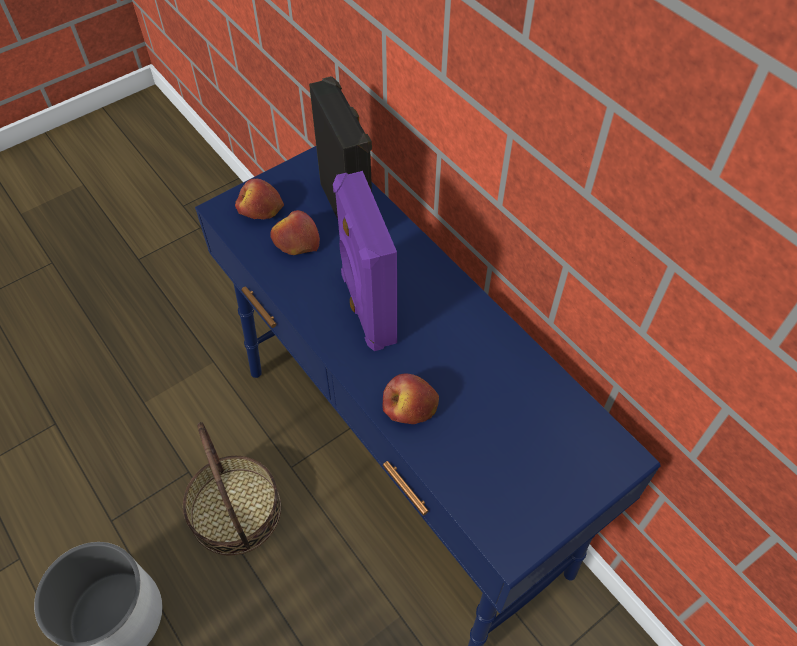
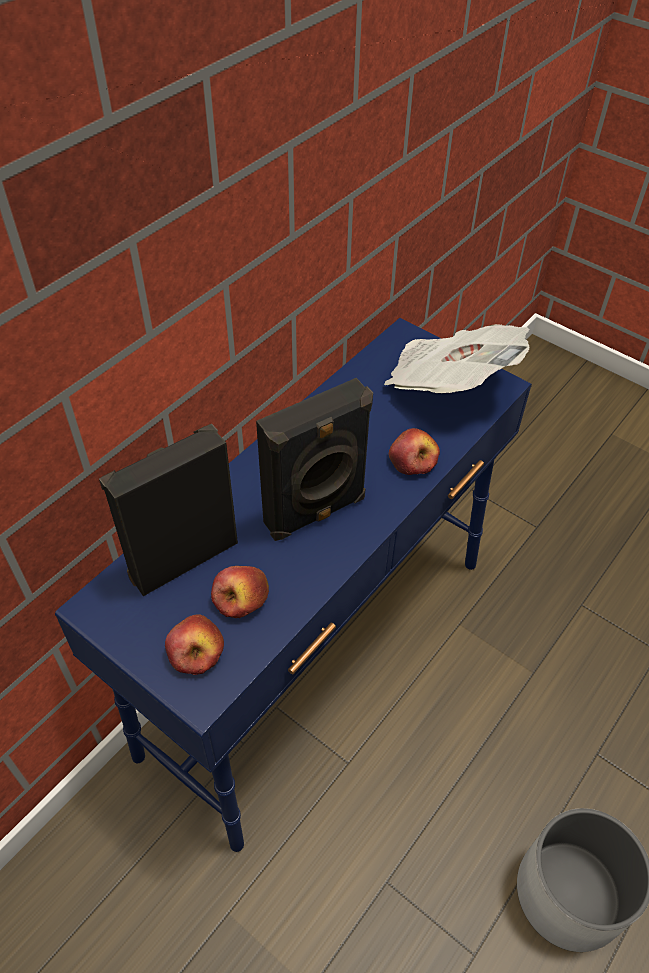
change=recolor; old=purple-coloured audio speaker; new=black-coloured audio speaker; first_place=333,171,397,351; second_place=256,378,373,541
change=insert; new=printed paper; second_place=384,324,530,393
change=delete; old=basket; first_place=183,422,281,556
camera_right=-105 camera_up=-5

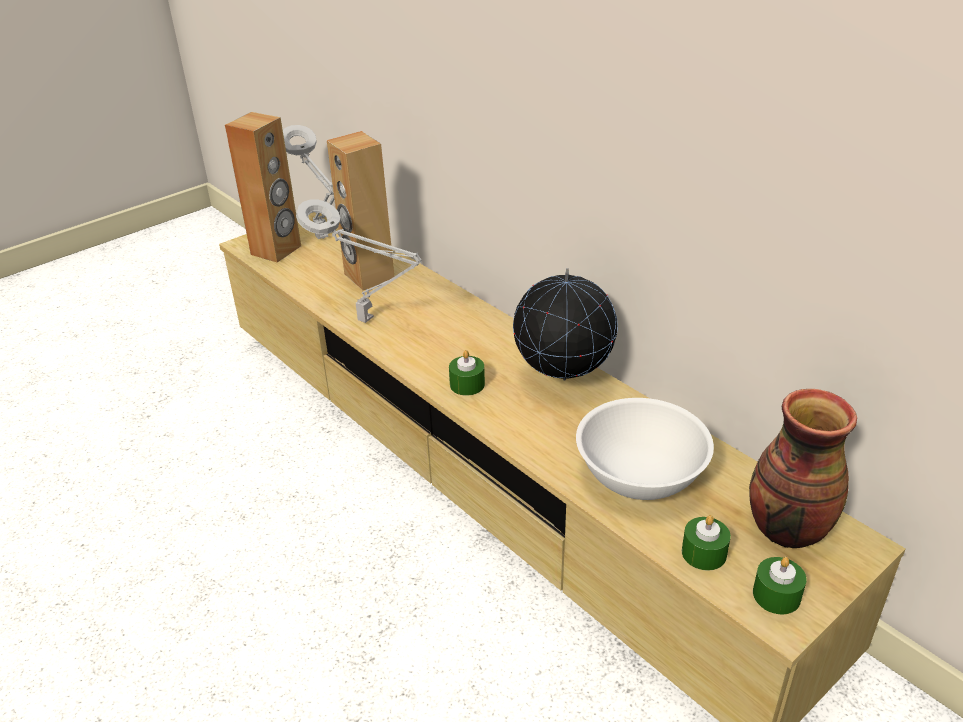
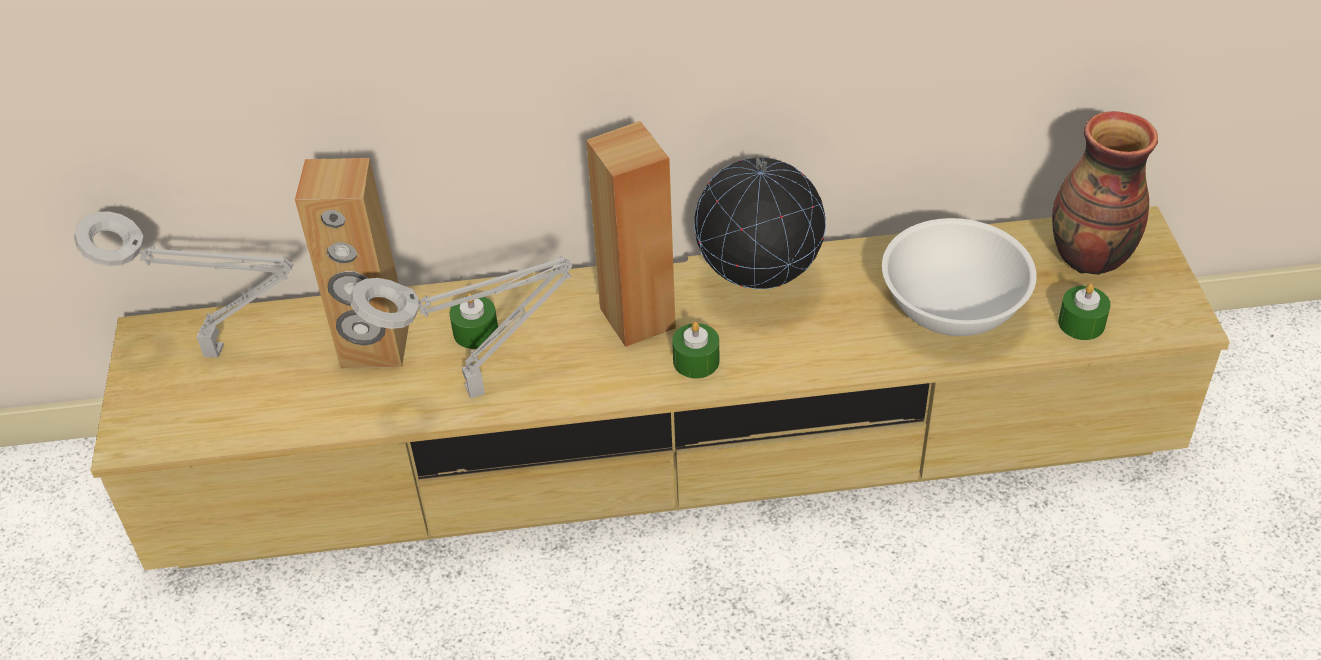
change=move; old=greenish candle; first_place=753,557,807,614; second_place=449,293,498,349
change=move; old=brownish audio speaker; first_place=225,112,301,262; second_place=586,121,676,347
camera_right=-55 camera_up=10

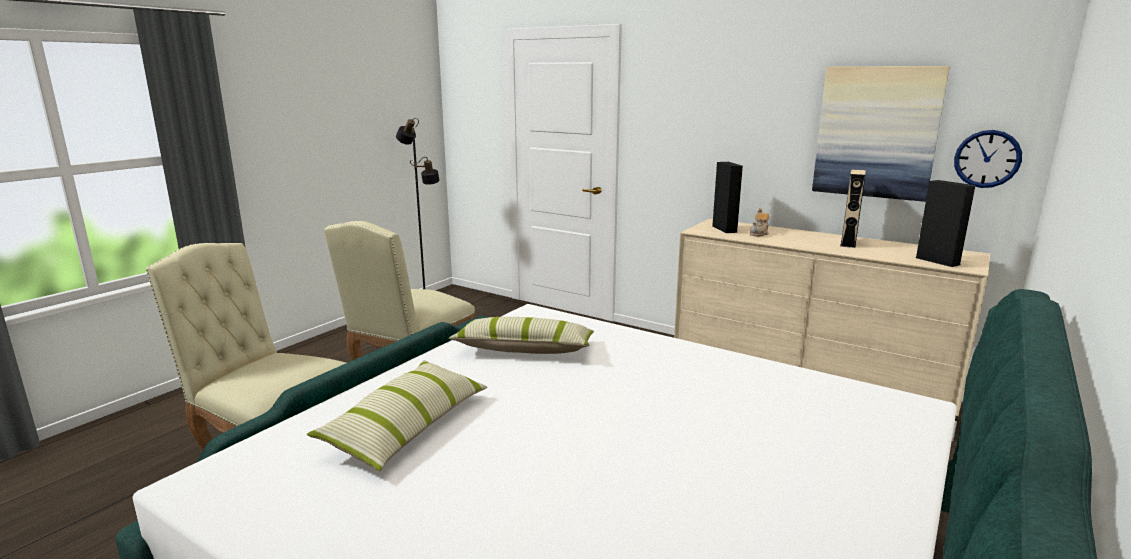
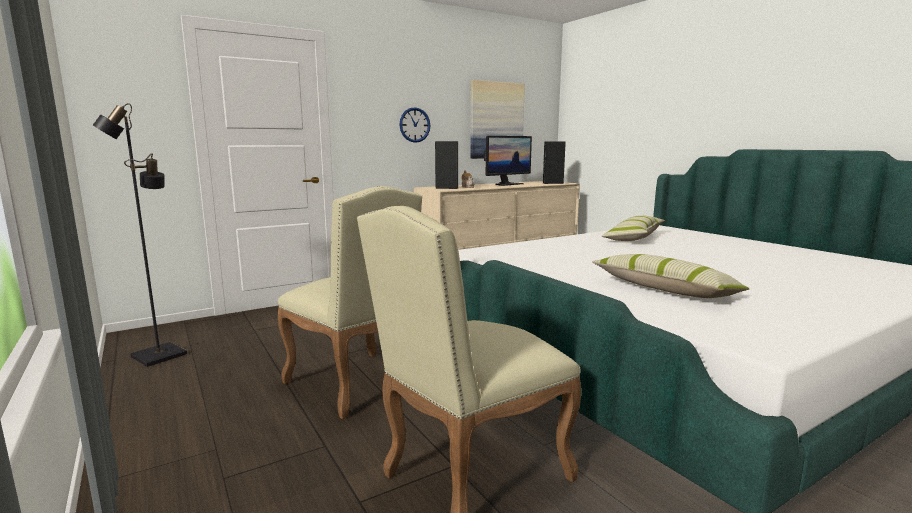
change=move; old=clock on the wall; first_place=954,130,1022,188; second_place=399,107,431,143
change=replace; old=sand-coloured audio speaker; new=computer display; first_place=840,169,866,248; second_place=484,136,532,186
change=move; old=pillow; first_place=449,317,594,354; second_place=601,215,665,241
camera_right=-65 camera_up=-5

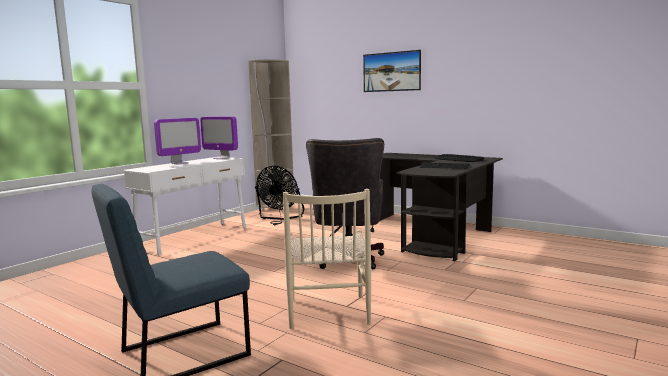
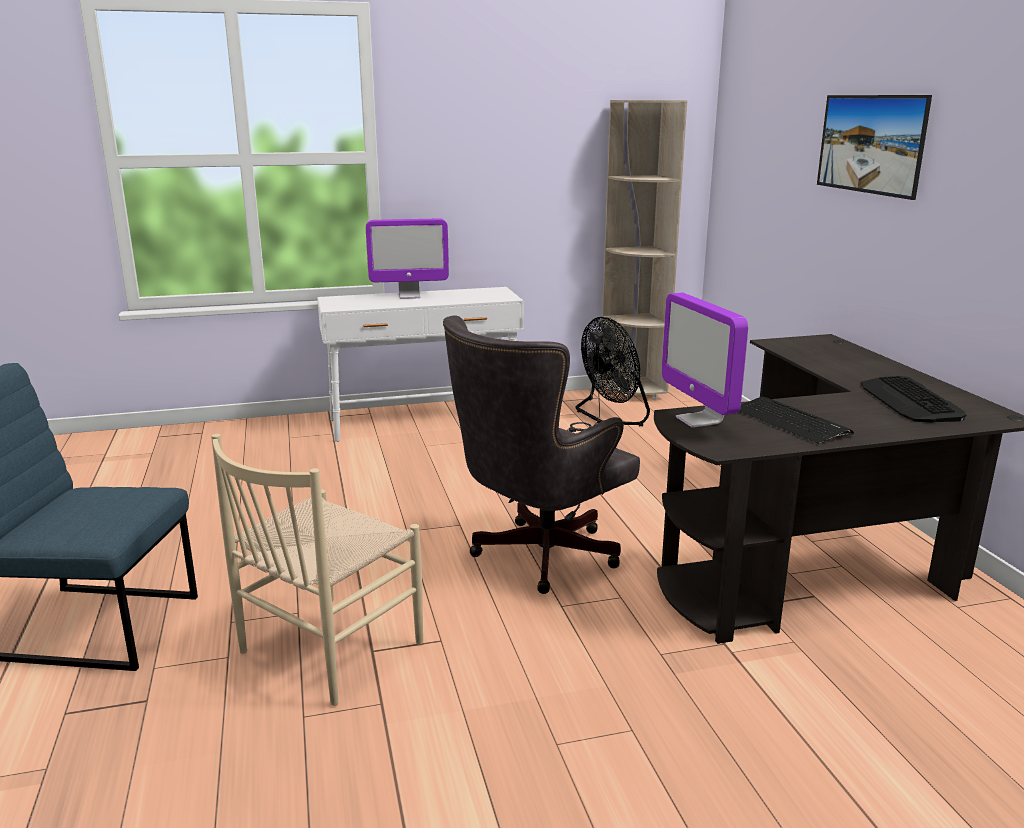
change=move; old=computer display; first_place=200,116,238,159; second_place=662,292,748,428
camera_right=40 camera_up=10

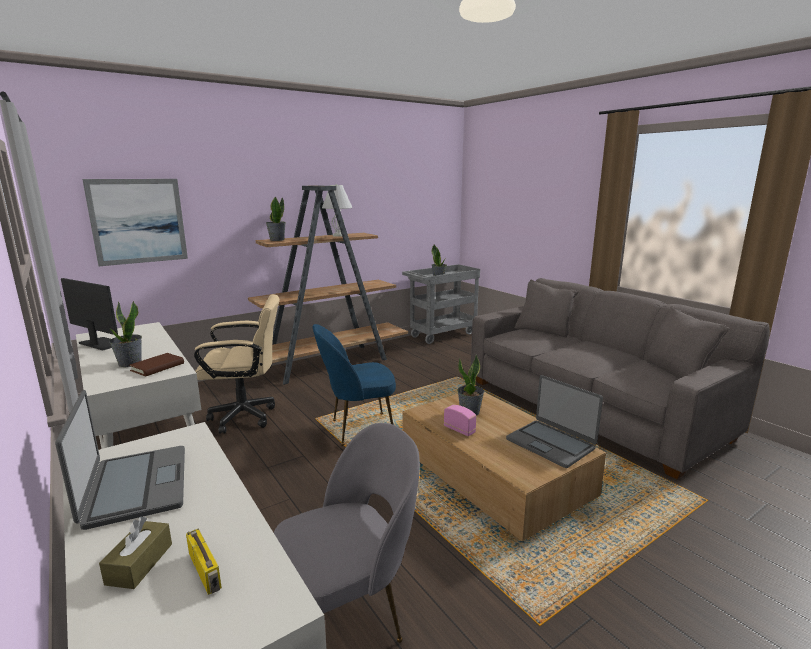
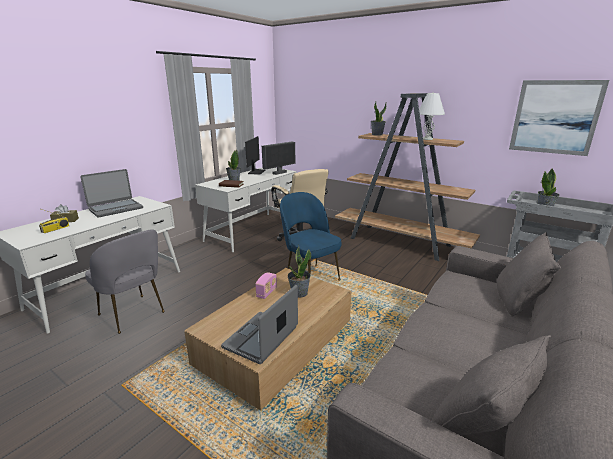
change=insert; new=computer display; second_place=262,142,295,175
change=move; old=picture; first_place=82,179,188,266; second_place=509,80,609,156
camera_right=70 camera_up=5

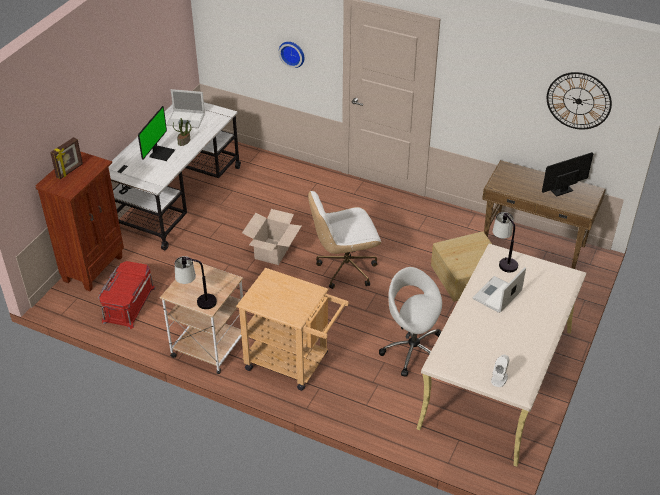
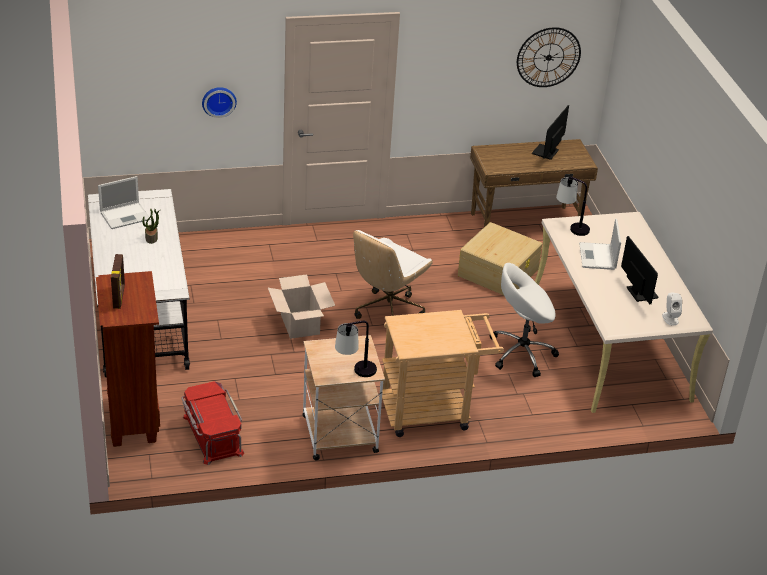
change=move; old=computer display; first_place=138,106,175,161; second_place=621,236,659,304
camera_right=-40 camera_up=-5

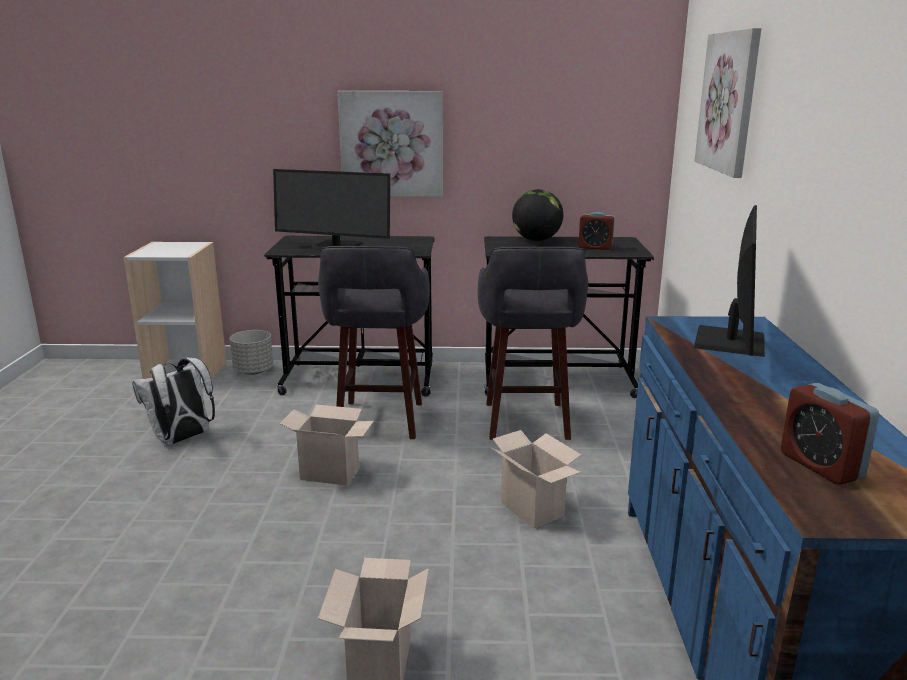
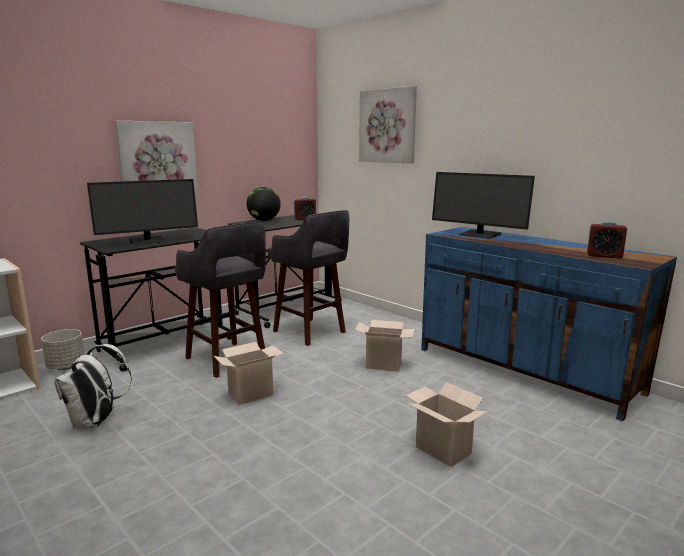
change=rotate; old=computer display; first_place=694,205,765,357; second_place=432,172,535,239; degrees=150
camera_right=-45 camera_up=-5

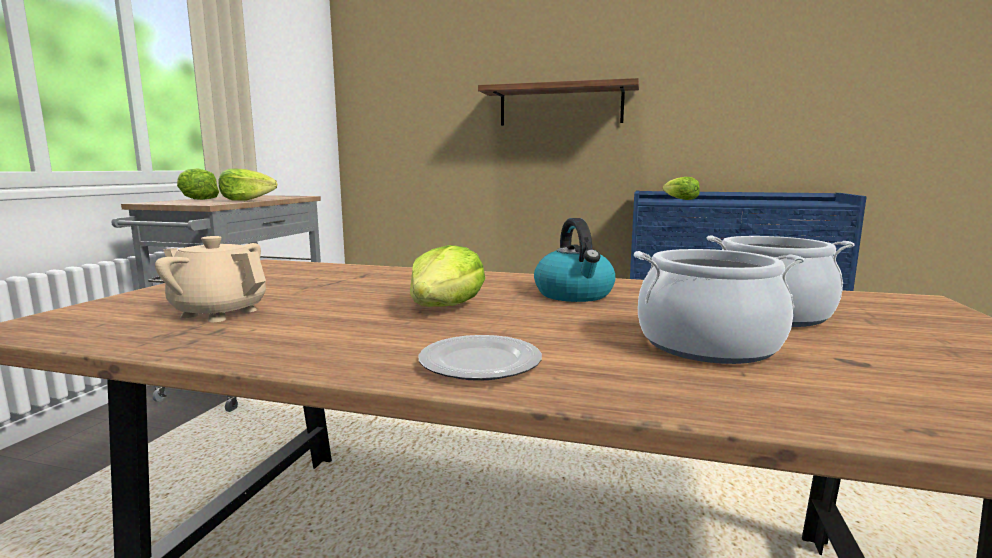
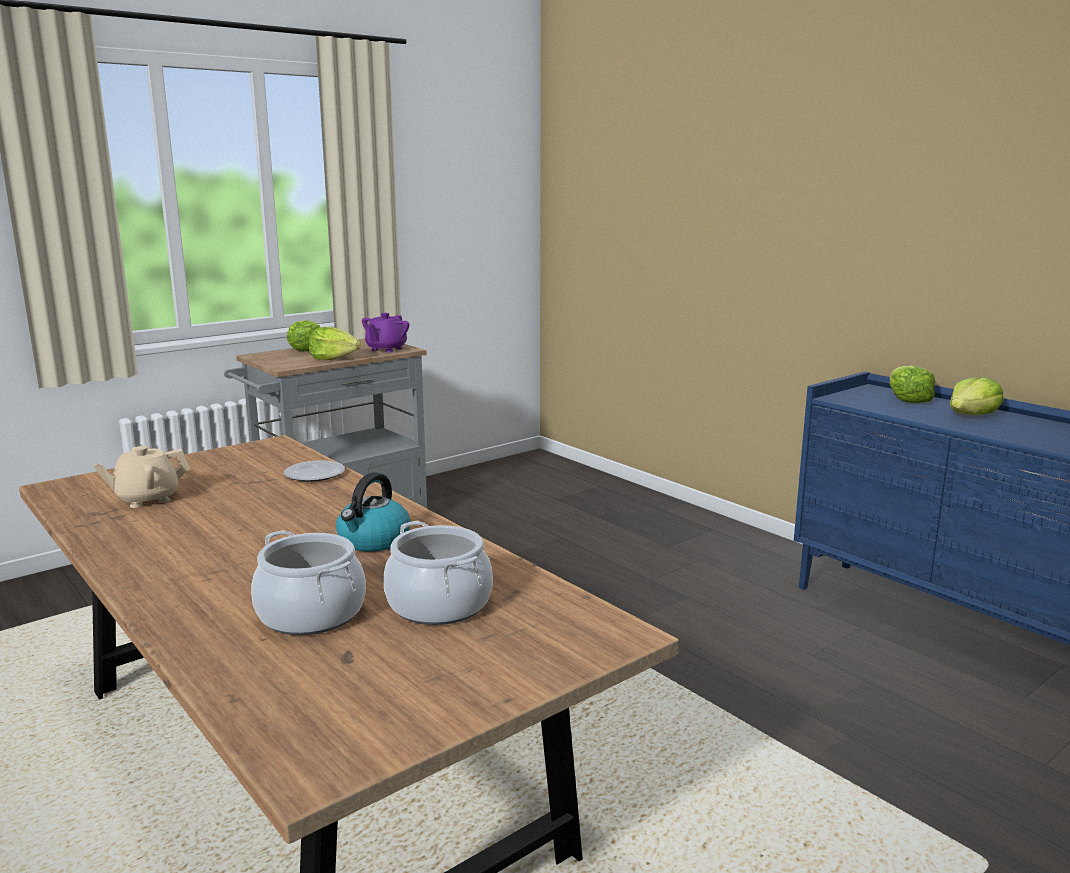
change=rotate; old=sand-coloured teapot; first_place=155,236,266,322; second_place=93,446,190,508; degrees=-90
change=move; old=dinner plate; first_place=418,335,542,381; second_place=284,460,345,482
change=insert; new=purple-coloured teapot; second_place=362,313,409,352
change=move; old=lettuce; first_place=410,245,485,307; second_place=949,377,1004,415
change=delete; old=shelf; first_place=478,78,639,126
camera_right=35 camera_up=5

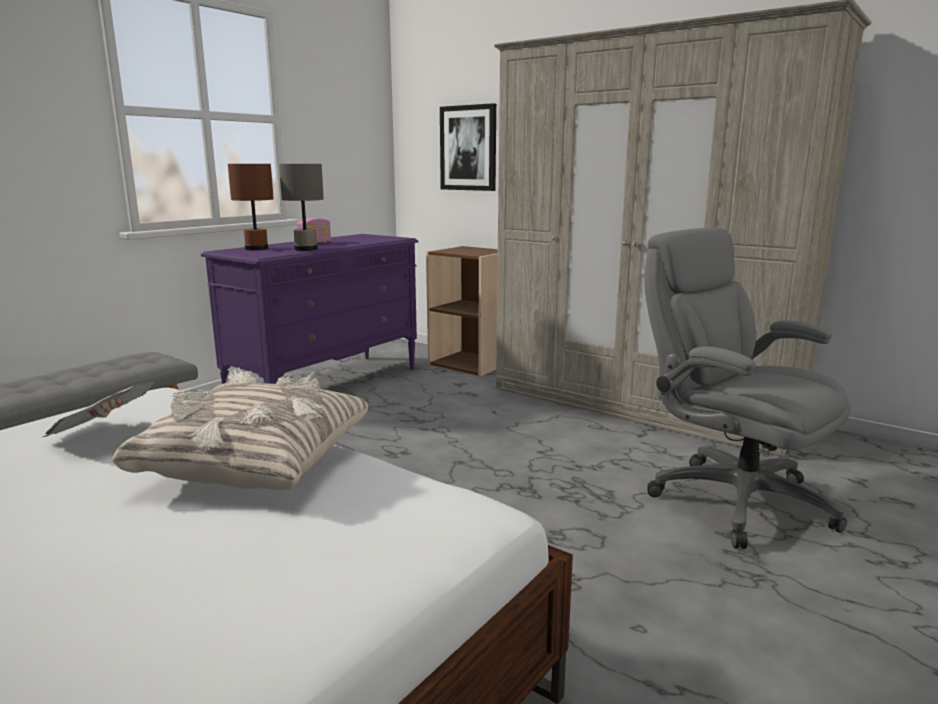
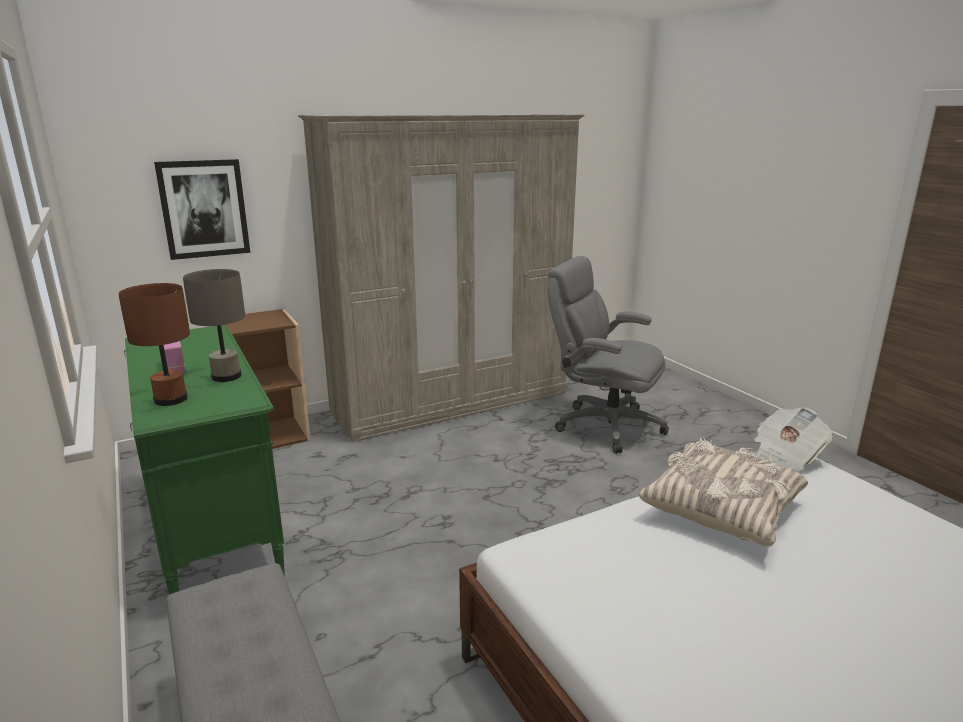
change=recolor; old=purple-coloured chest of drawers; new=greenish chest of drawers; first_place=201,234,418,384; second_place=124,325,285,594
change=rotate; old=gray office chair; first_place=644,228,850,549; second_place=548,256,669,454; degrees=45
change=move; old=printed paper; first_place=43,381,155,437; second_place=754,408,833,470
camera_right=-65 camera_up=5

